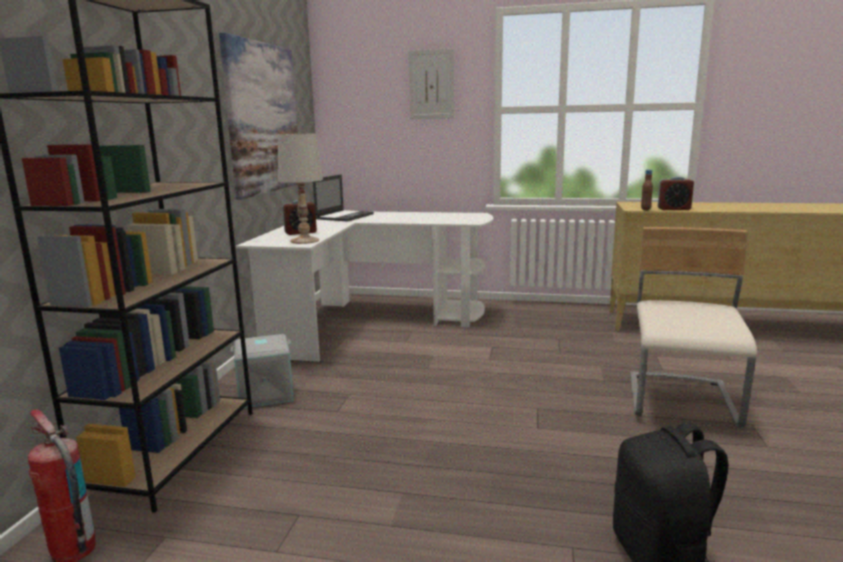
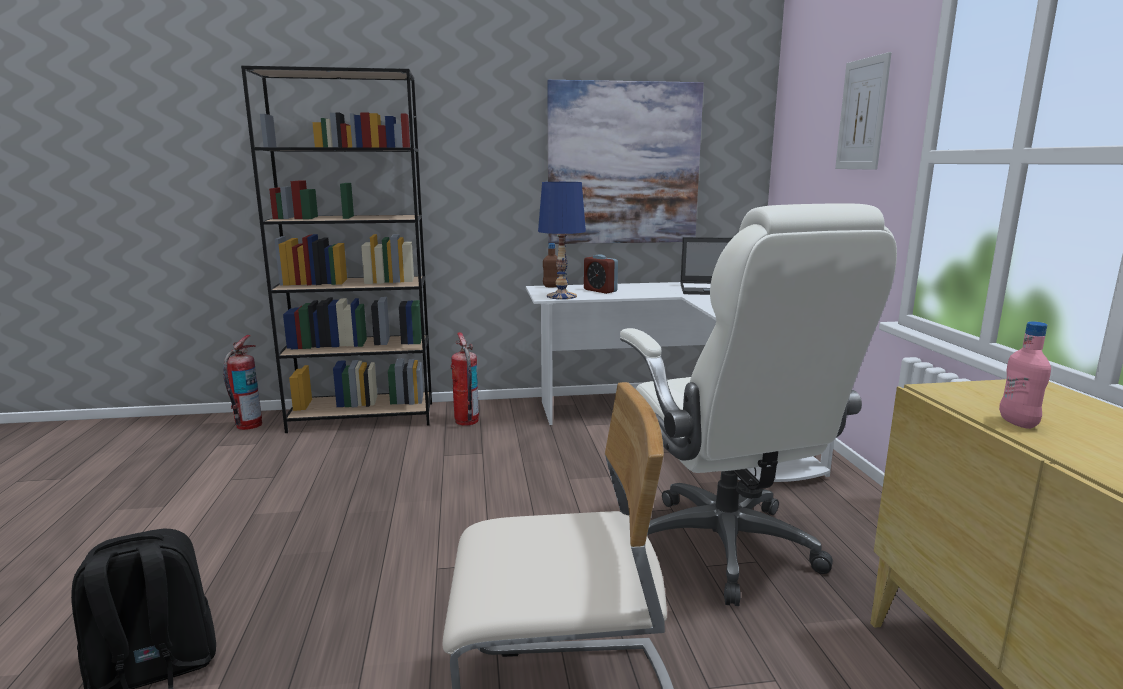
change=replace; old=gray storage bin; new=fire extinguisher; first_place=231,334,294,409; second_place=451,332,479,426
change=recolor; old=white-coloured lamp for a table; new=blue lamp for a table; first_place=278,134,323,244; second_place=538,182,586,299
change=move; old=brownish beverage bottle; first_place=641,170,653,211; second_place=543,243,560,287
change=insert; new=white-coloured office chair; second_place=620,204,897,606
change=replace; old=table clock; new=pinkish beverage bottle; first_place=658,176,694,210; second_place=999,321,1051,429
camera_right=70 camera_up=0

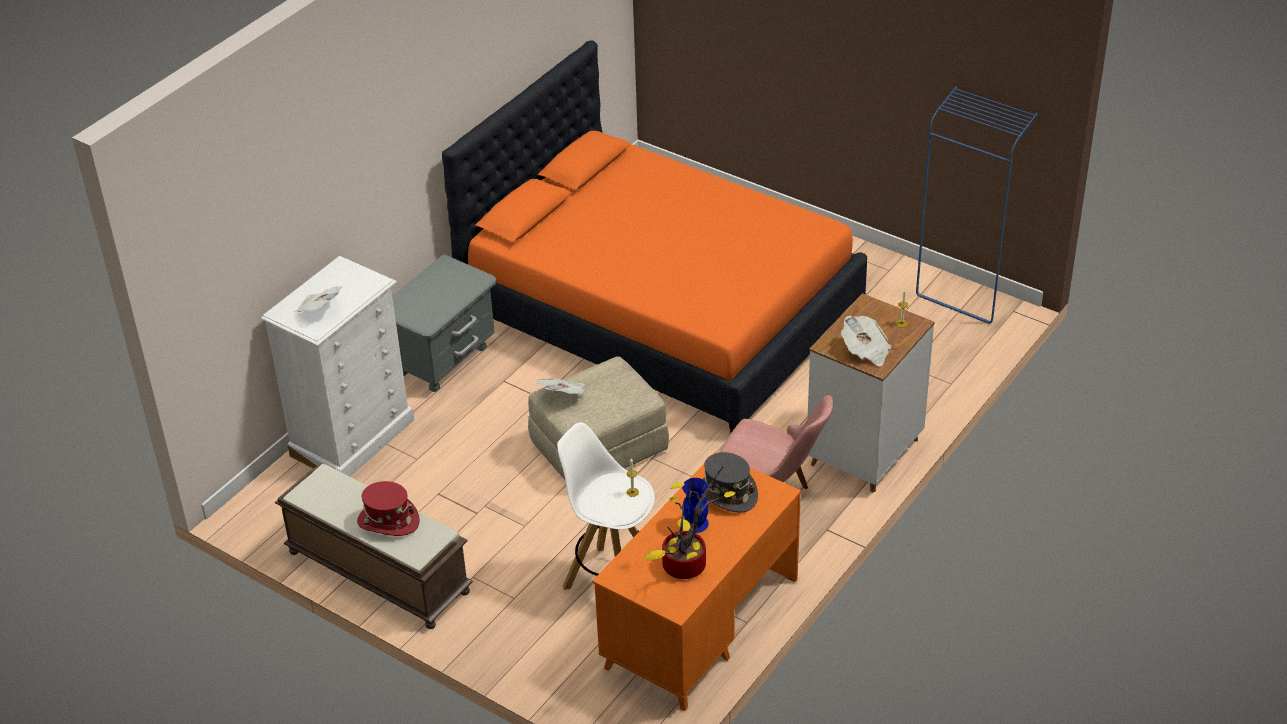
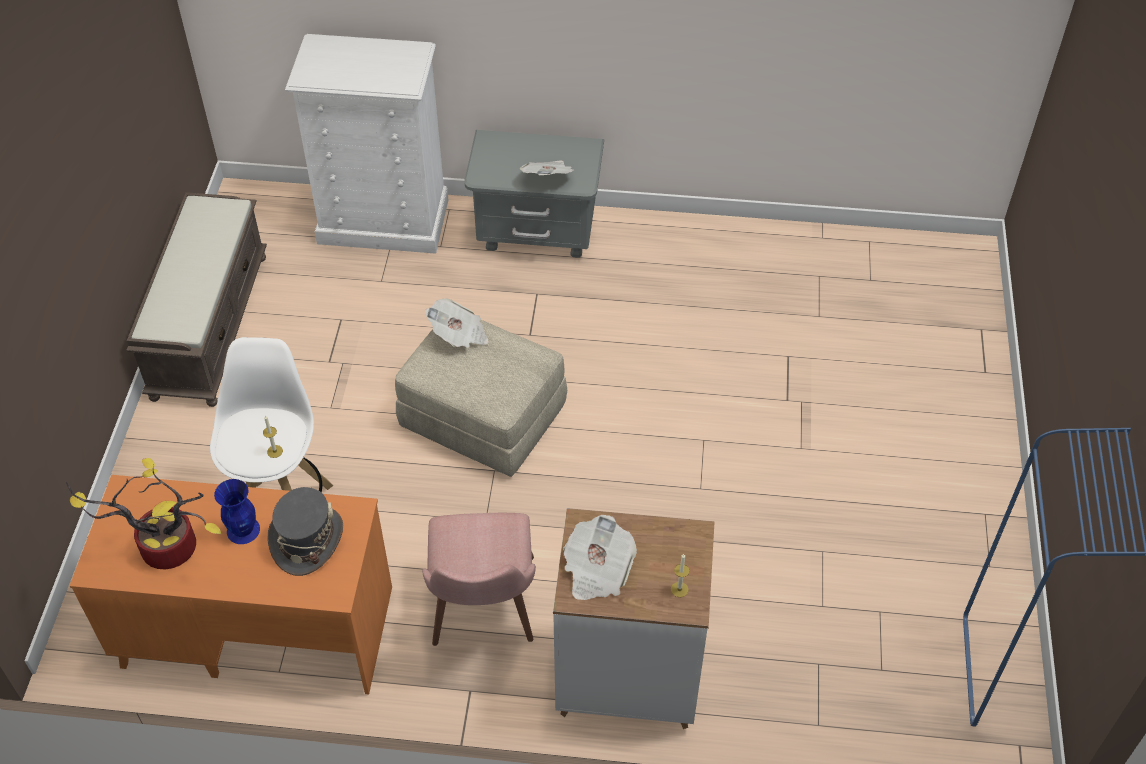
change=move; old=printed paper; first_place=295,286,342,312; second_place=520,160,575,175
change=delete; old=red-coloured hat; first_place=357,481,420,536
change=delete; old=orangey sleeping bed; first_place=442,40,867,433
camera_right=60 camera_up=10

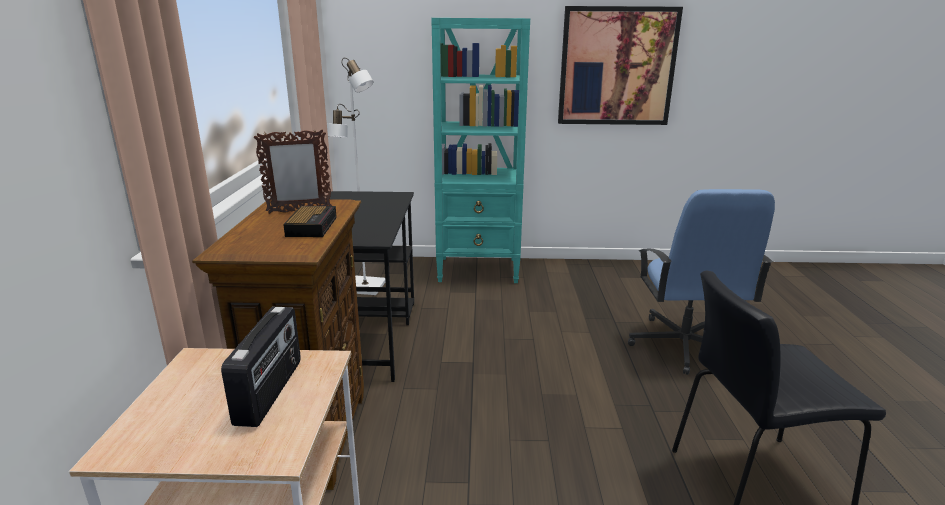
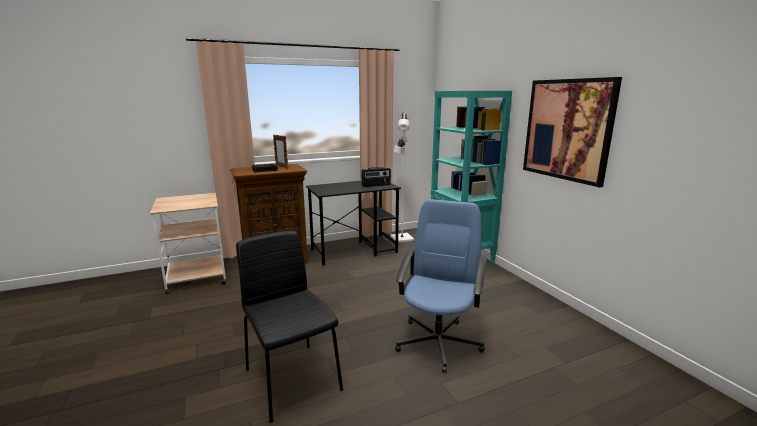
change=move; old=radio set; first_place=221,307,301,427; second_place=362,167,391,187
change=rotate; old=blue office chair; first_place=628,189,775,375; second_place=395,199,487,373; degrees=135
camera_right=65 camera_up=-5

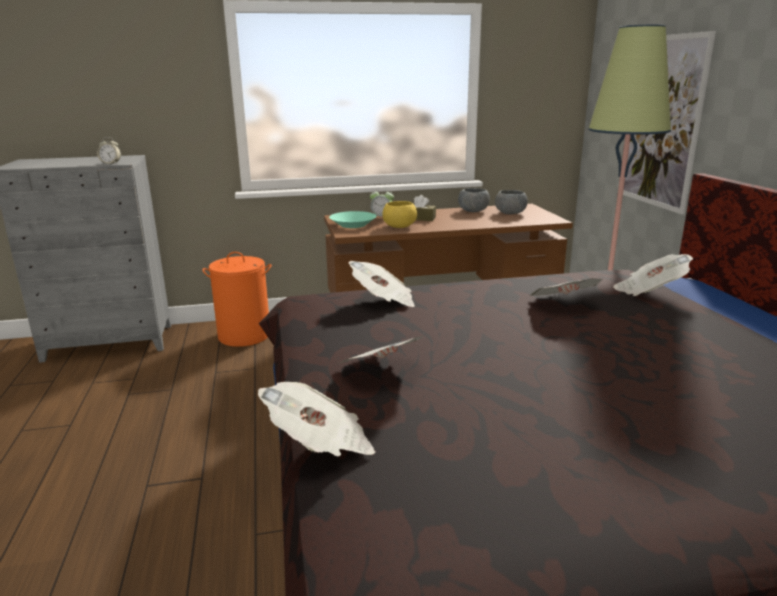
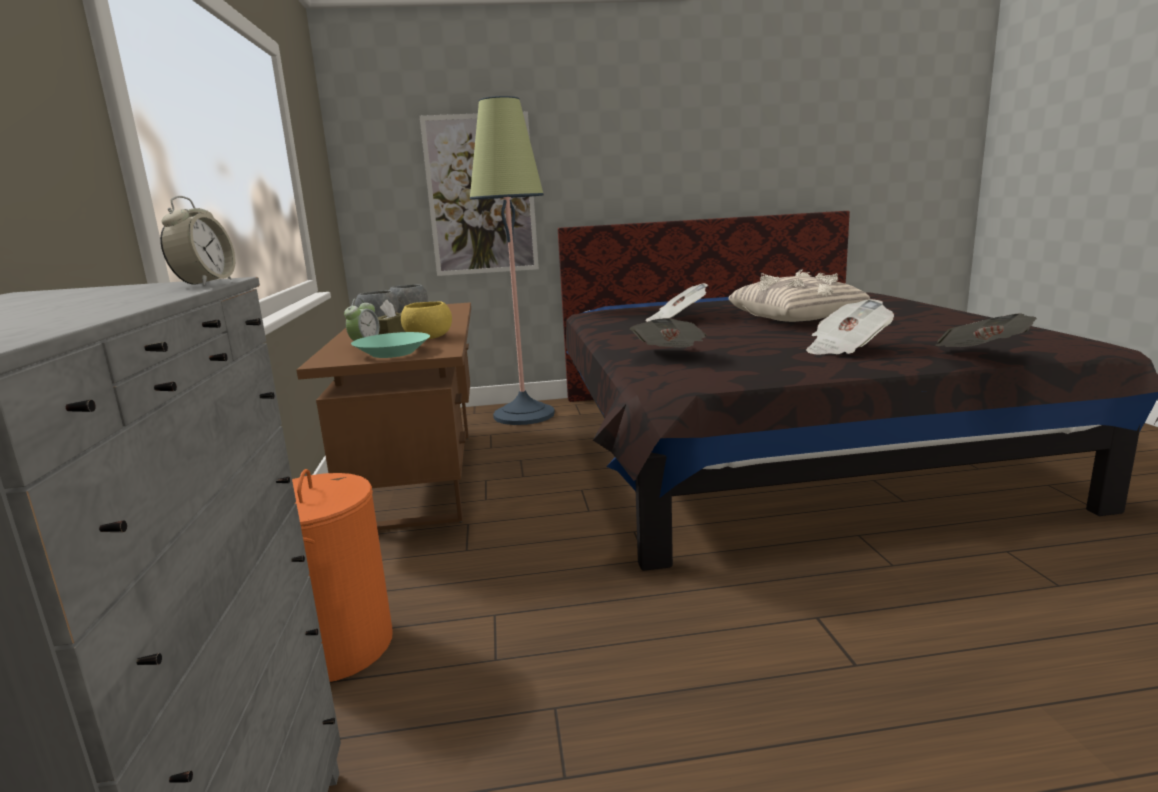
change=insert; new=sand-coloured pillow; second_place=728,269,870,322
change=delete; old=printed paper; first_place=613,254,693,296
camera_right=-85 camera_up=-5

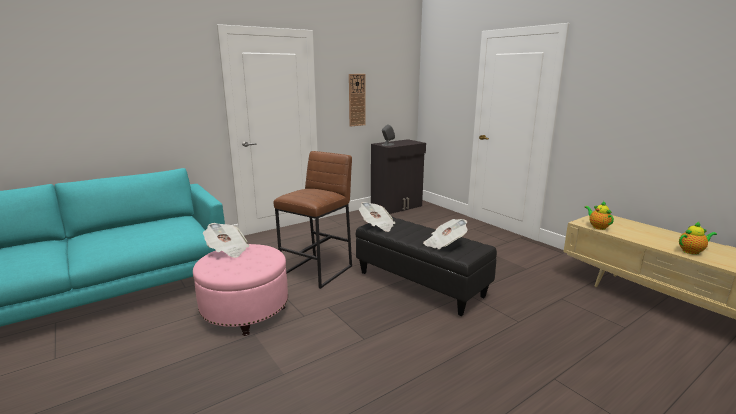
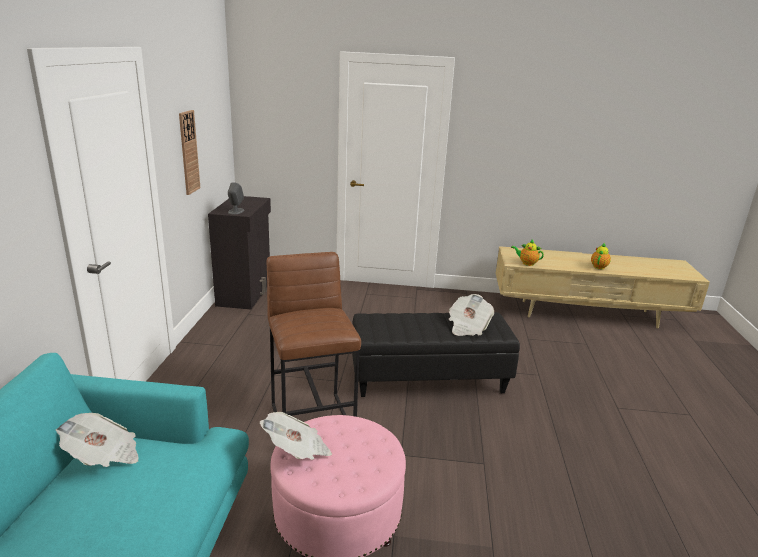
change=move; old=printed paper; first_place=359,202,395,232; second_place=56,413,139,467
camera_right=-50 camera_up=5

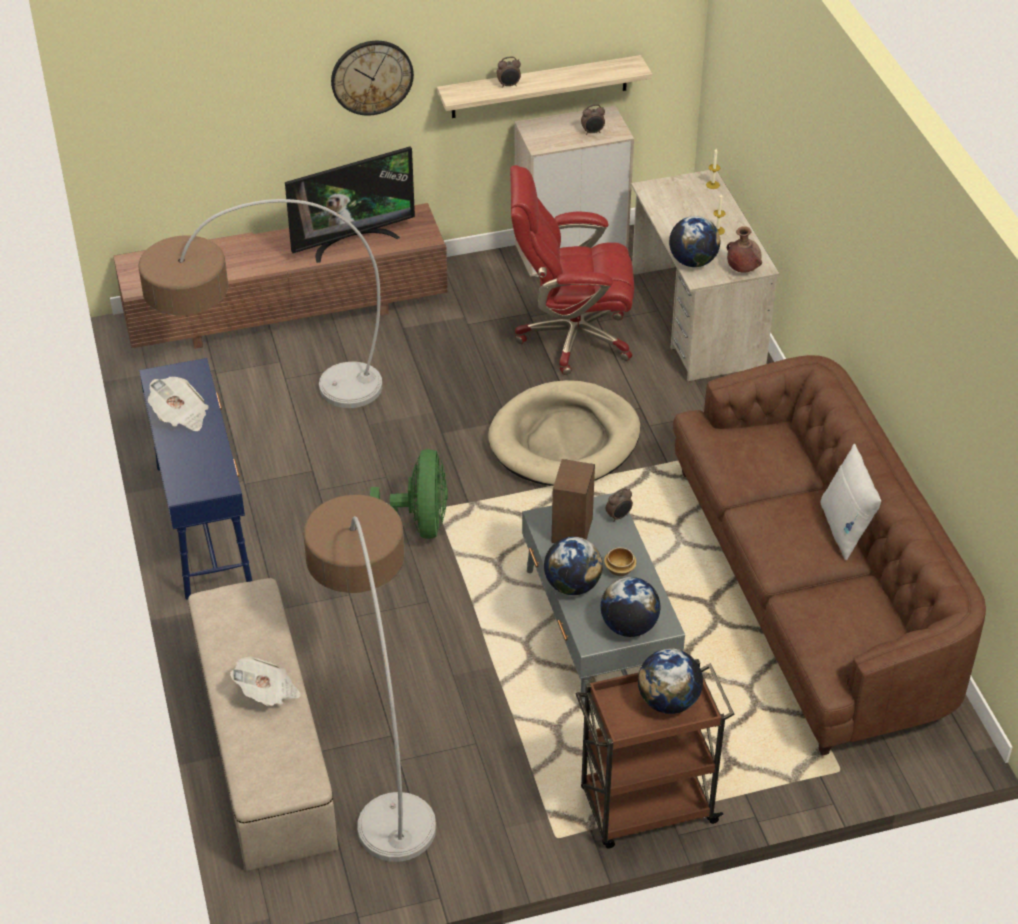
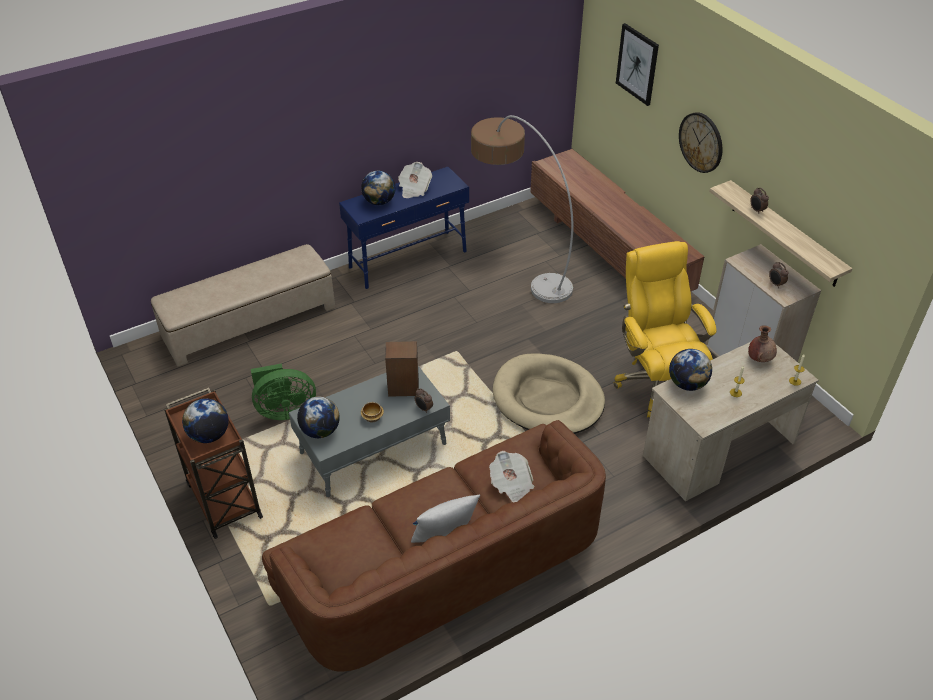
change=move; old=greenish fan; first_place=370,449,448,539; second_place=251,364,316,420
change=move; old=world globe; first_place=544,537,603,595; second_place=361,171,396,205
change=move; old=printed paper; first_place=230,656,301,706; second_place=489,451,534,502
change=recolor; old=red-coloured office chair; new=yellow-coloured office chair; first_place=510,165,634,375; second_place=614,241,716,417
change=insert; new=picture; second_place=616,23,659,106
change=move; old=brownish vase; first_place=727,226,762,273; second_place=748,325,777,362
change=delete; old=television; first_place=285,146,415,263
change=delete; old=standard lamp; first_place=303,495,436,862
camera_right=75 camera_up=0

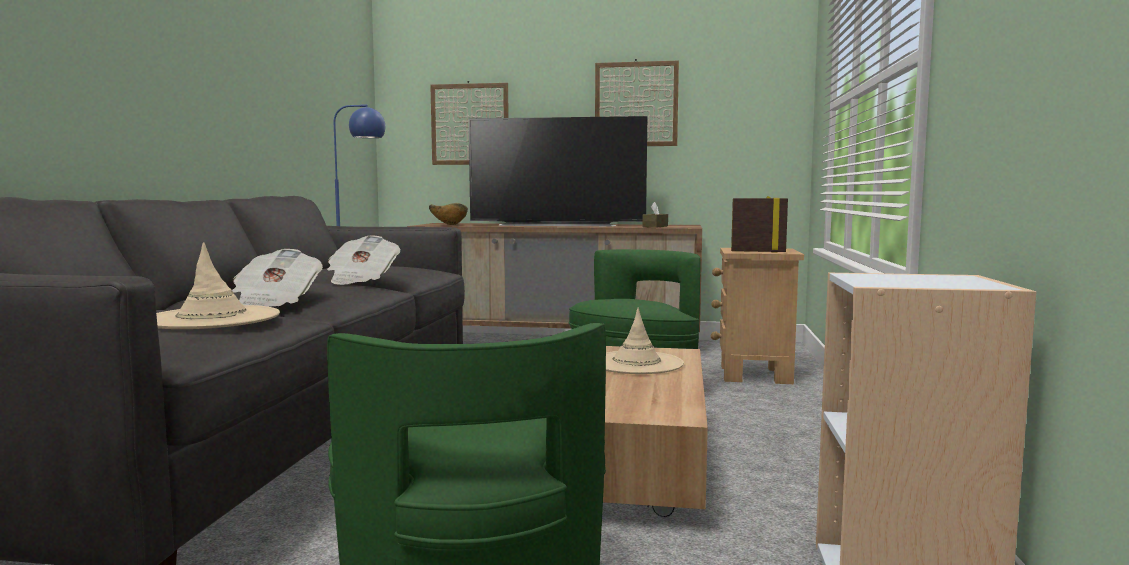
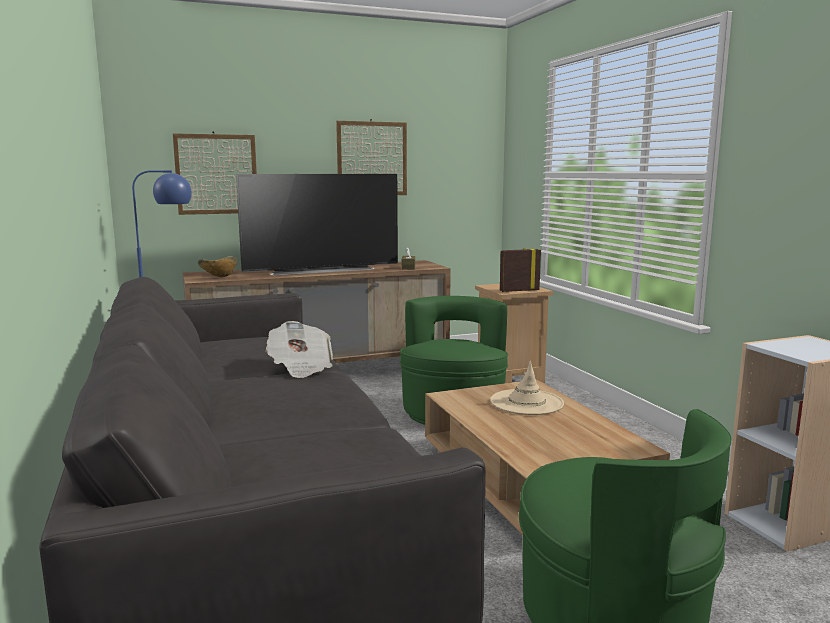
change=delete; old=sand-coloured hat; first_place=156,242,280,329
change=delete; old=printed paper; first_place=232,249,323,307
camera_right=-30 camera_up=5

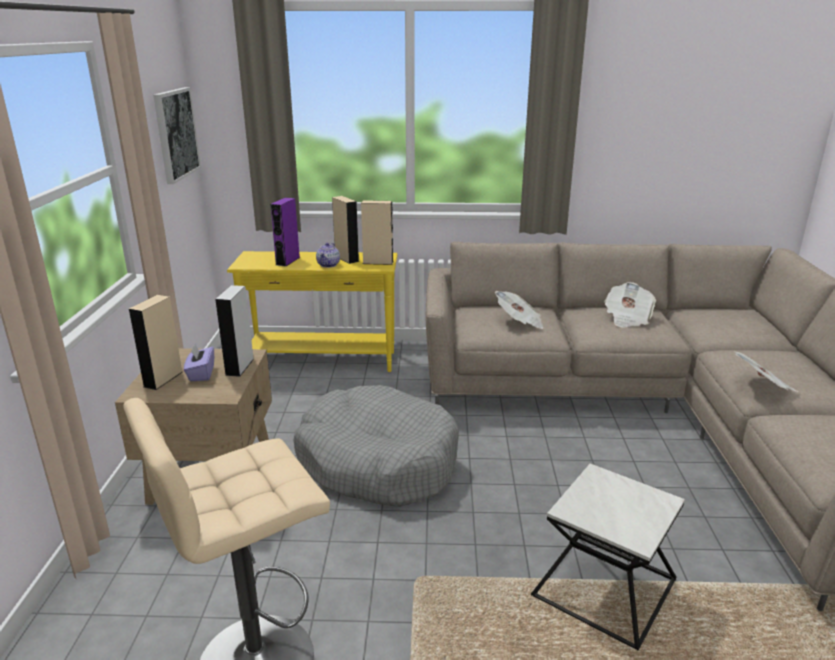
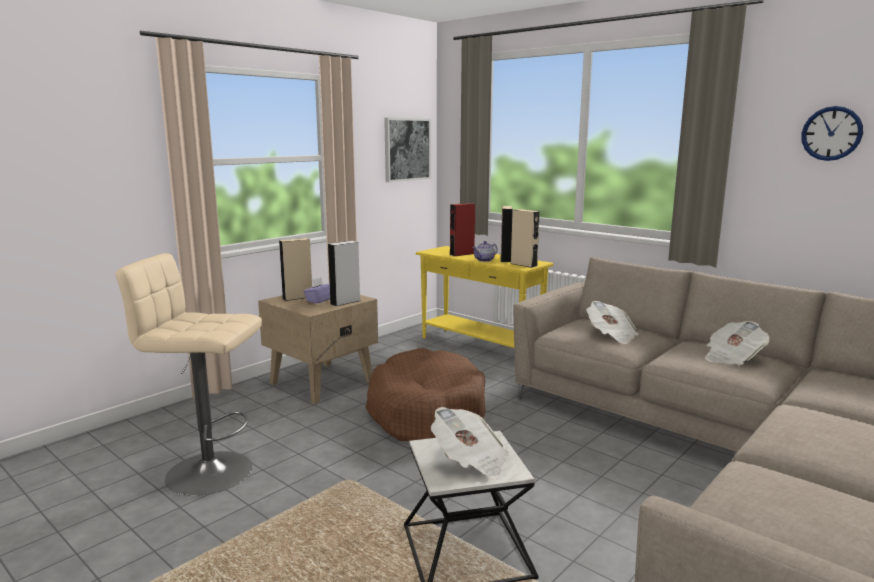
change=recolor; old=gray pet bed; new=brownish pet bed; first_place=294,385,459,507; second_place=365,348,485,441
change=move; old=printed paper; first_place=734,351,798,392; second_place=431,407,509,479
change=recolor; old=purple-coloured audio speaker; new=red-coloured audio speaker; first_place=270,198,300,267; second_place=450,203,475,256
change=insert; new=clock on the wall; second_place=801,106,863,161
camera_right=40 camera_up=-10

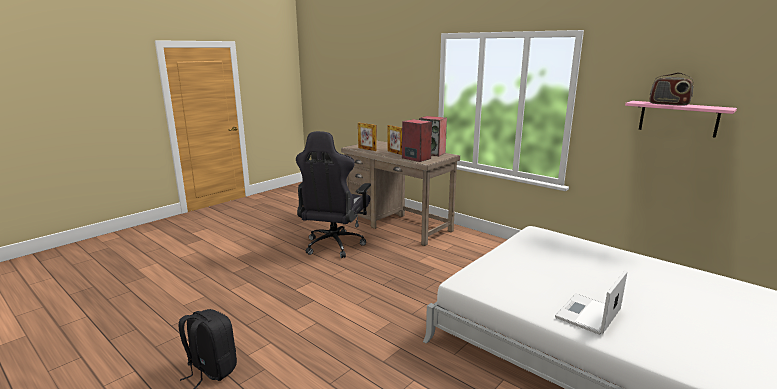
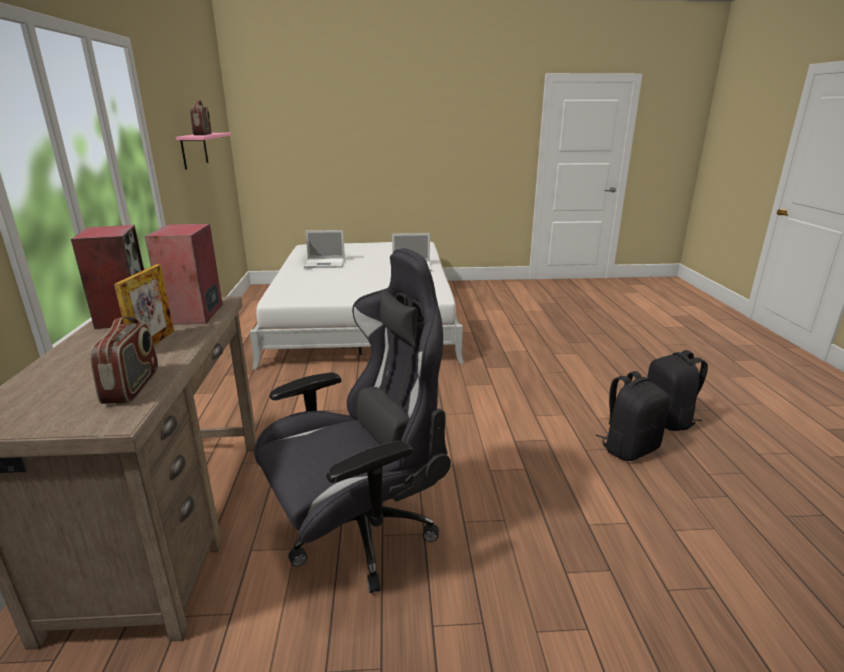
change=replace; old=picture frame; new=radio set; first_place=358,123,377,151; second_place=90,316,158,404
change=insert; new=portable computer; second_place=303,230,345,268
change=insert; new=black-coloured backpack; second_place=596,371,670,461
camera_right=-135 camera_up=5

